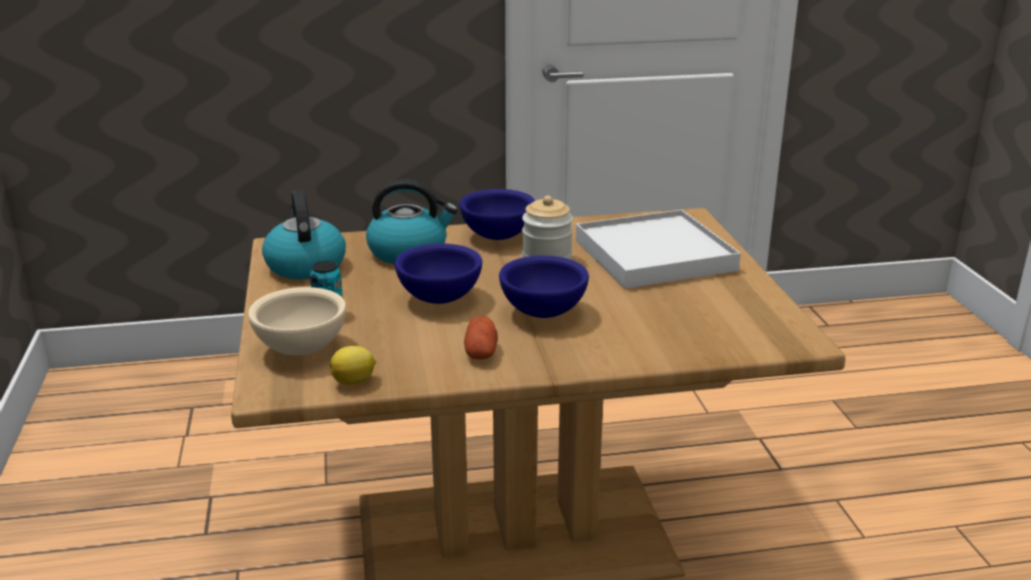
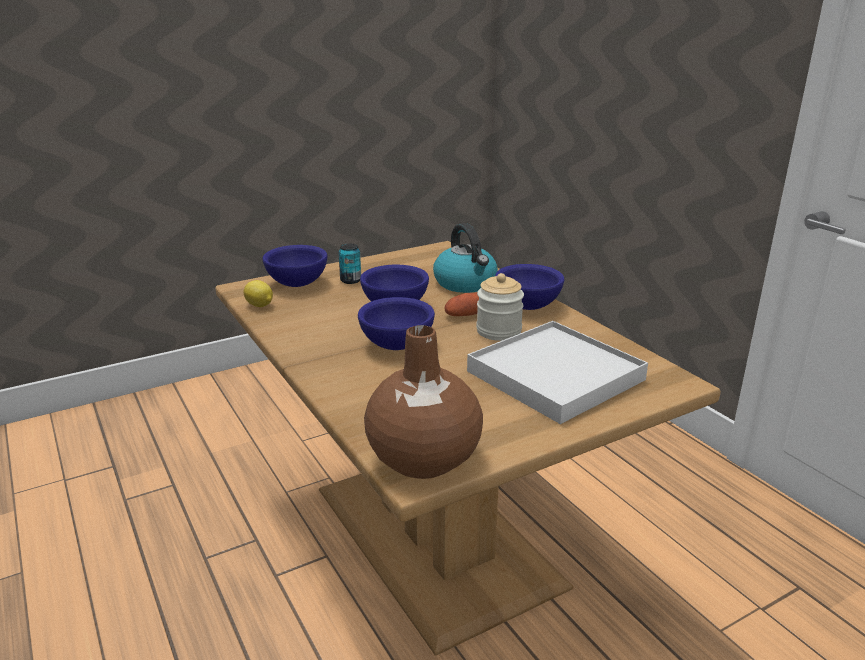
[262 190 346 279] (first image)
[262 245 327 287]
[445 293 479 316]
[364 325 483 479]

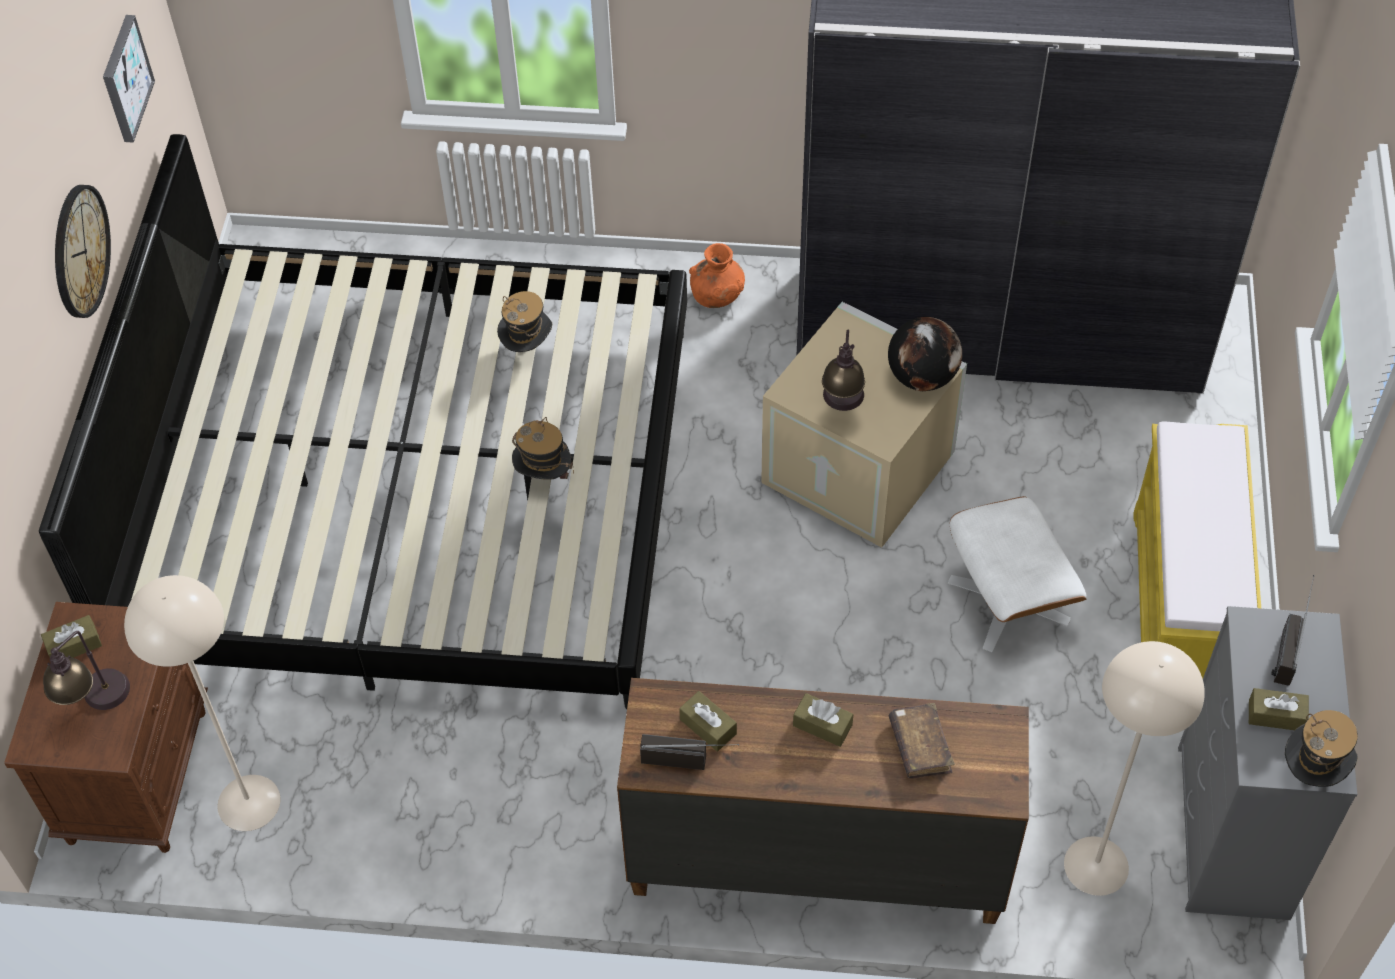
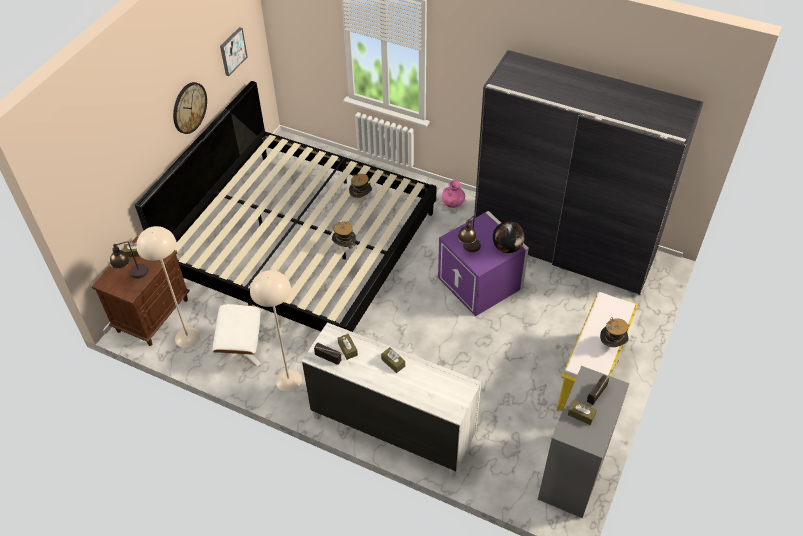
[442 180 465 208]
[438 211 529 317]
[212 304 264 367]
[250 270 302 392]
[302 322 481 477]
[889 703 955 779] (first image)
[600 317 628 347]

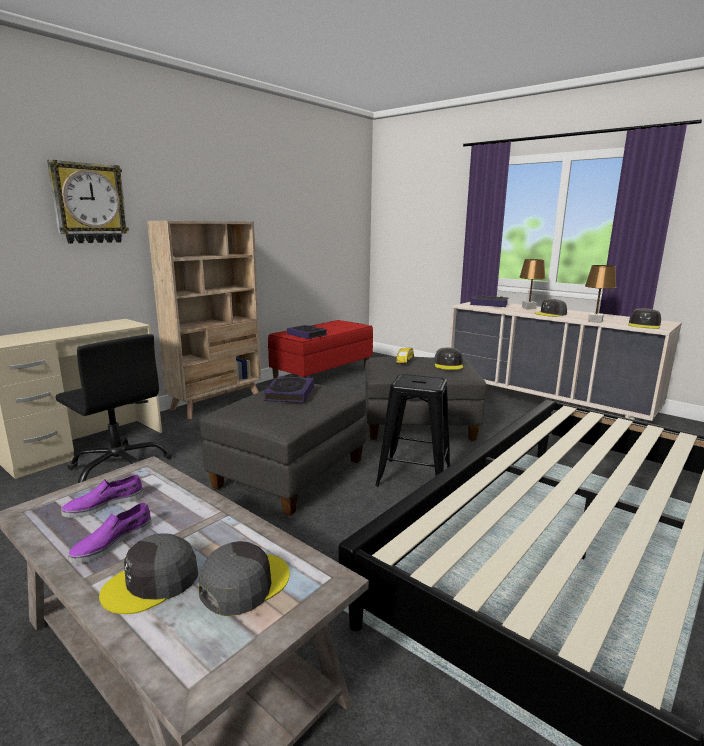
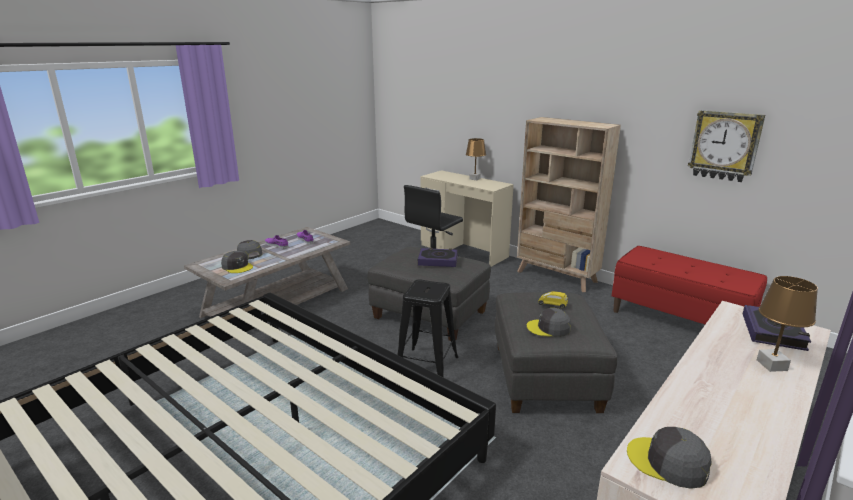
[688 110 765 182]
[466 138 486 180]
[534 299 567 317] (first image)
[287 325 327 339] (first image)

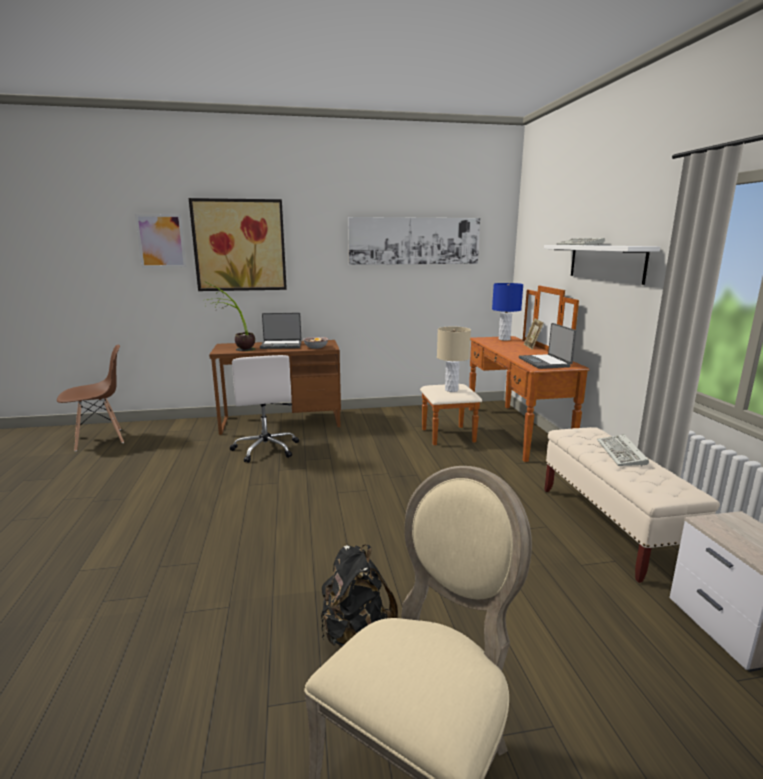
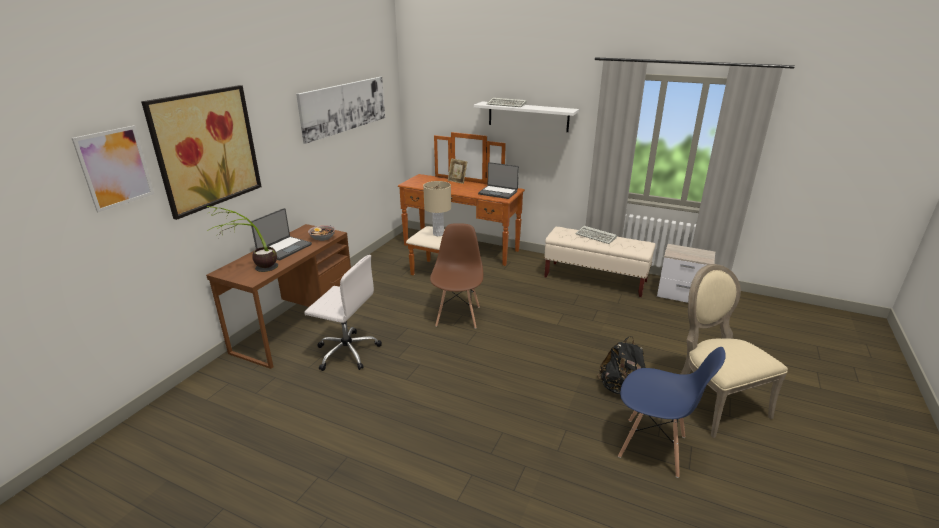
[492 283 523 341] (first image)
[430 223 483 329]
[618 347 726 478]

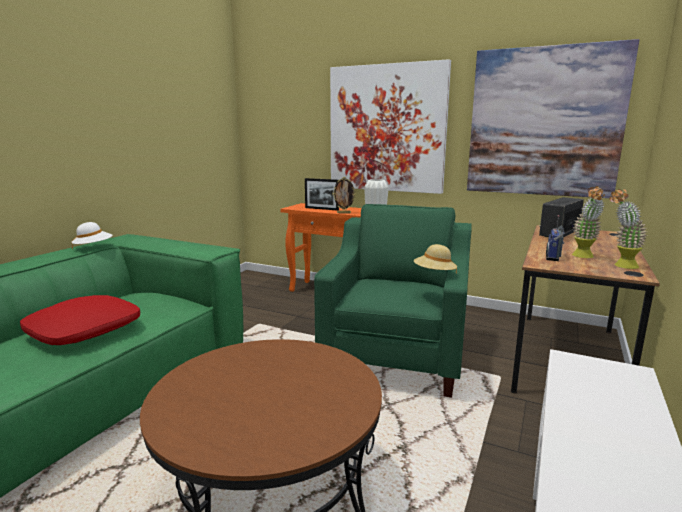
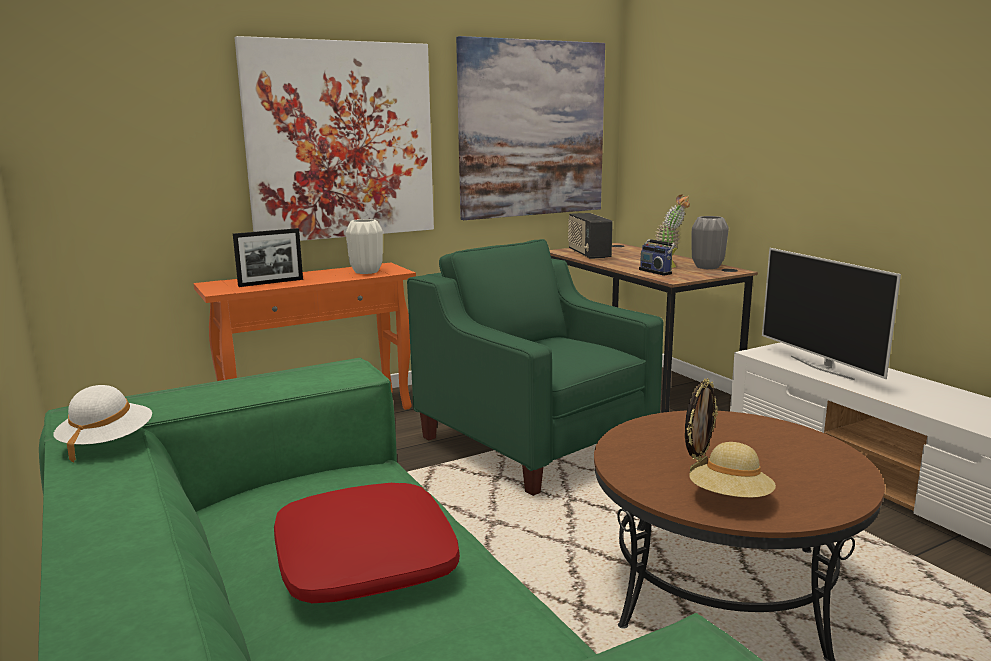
[685 378 718 472]
[691 216 729 269]
[689 442 776 498]
[762 248 901 380]

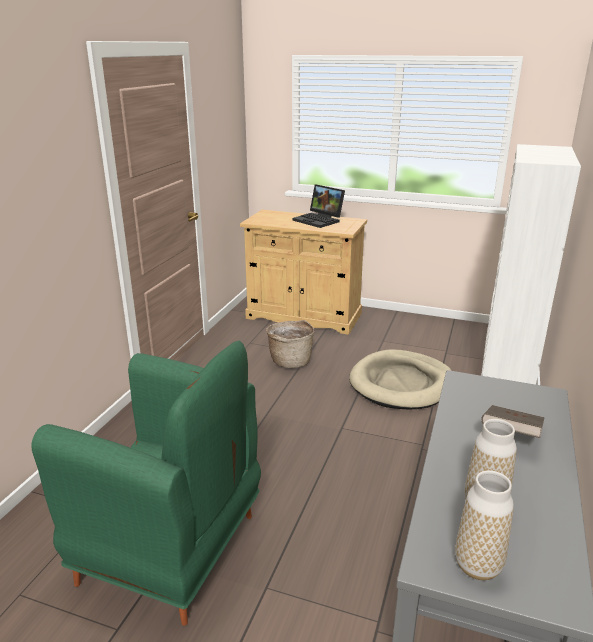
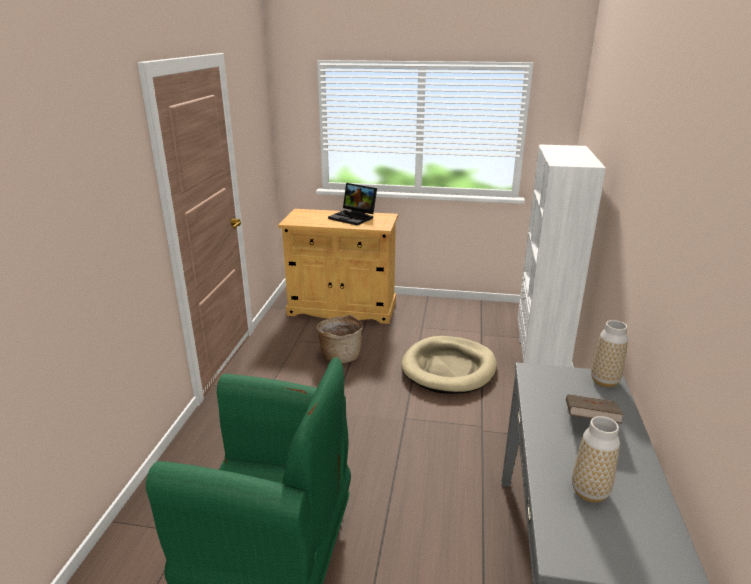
[591 320 628 387]

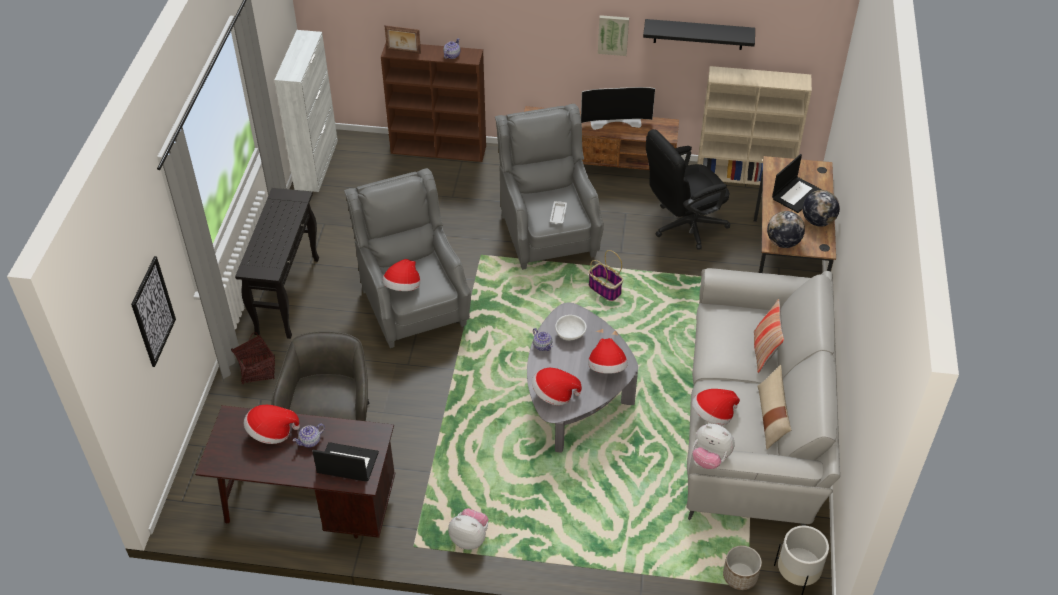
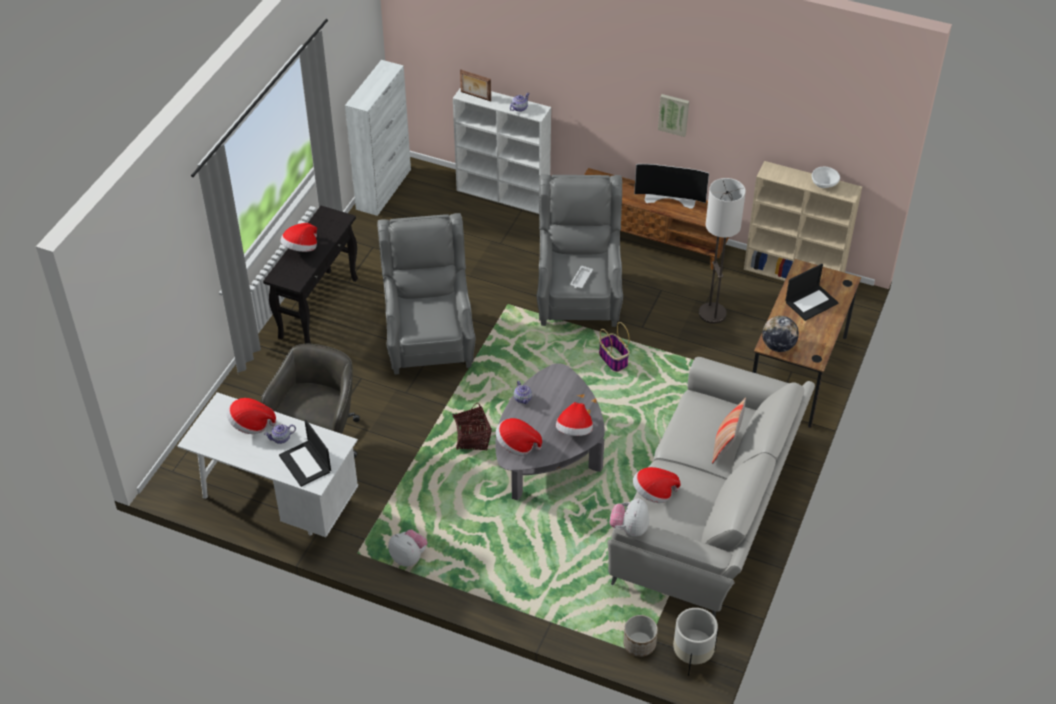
[643 19 755 50] (first image)
[453 87 551 214]
[699 178 746 324]
[803 190 840 226] (first image)
[131 256 176 367] (first image)
[280 223 317 252]
[812 167 840 188]
[453 403 492 451]
[758 365 791 450] (first image)
[177 392 358 537]
[610 498 649 537]
[279 420 331 487]

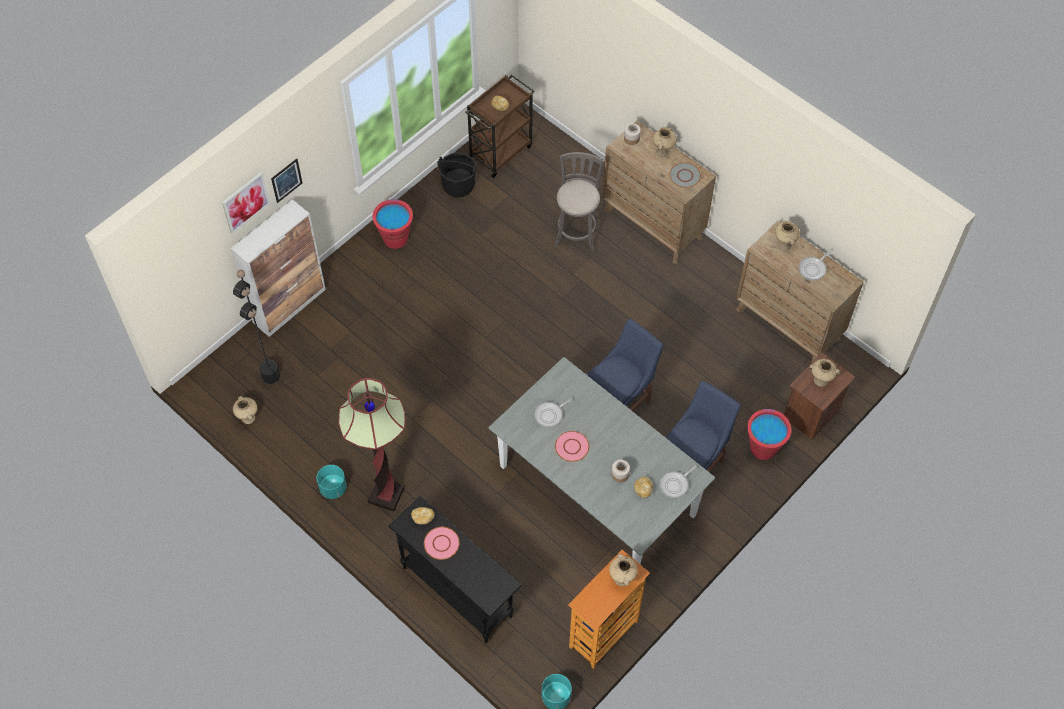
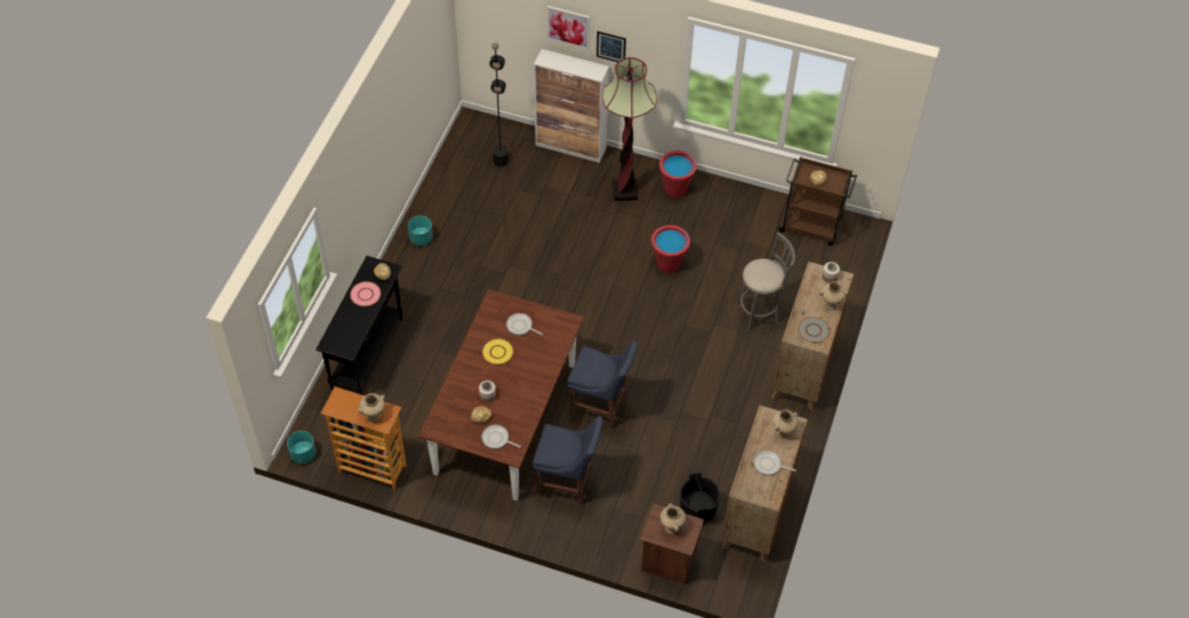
[680 473 720 524]
[418 289 584 501]
[602 57 657 201]
[233 396 257 424] (first image)
[652 225 690 273]
[482 339 514 365]

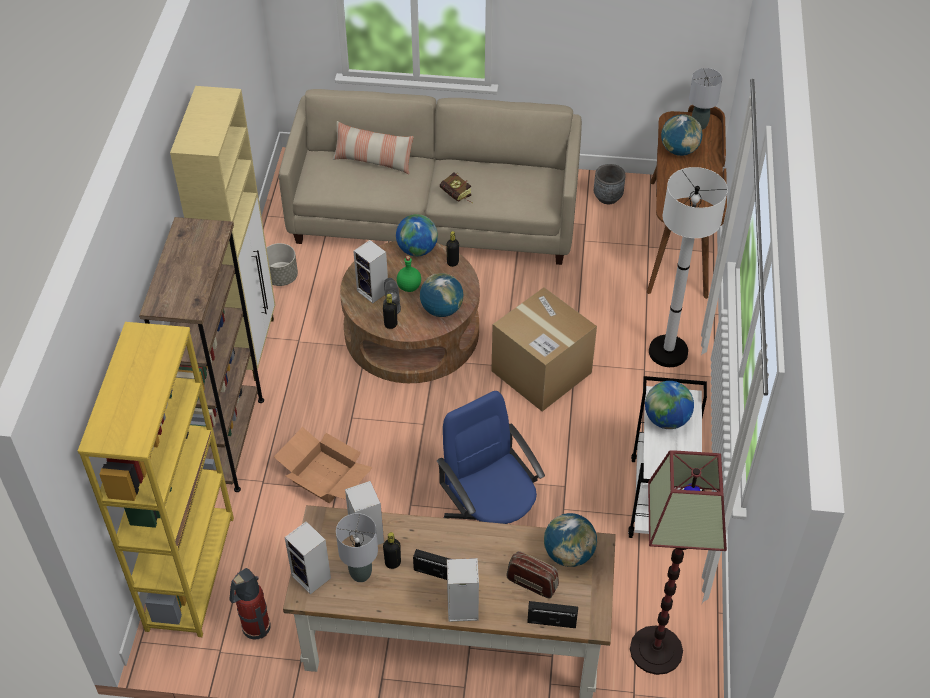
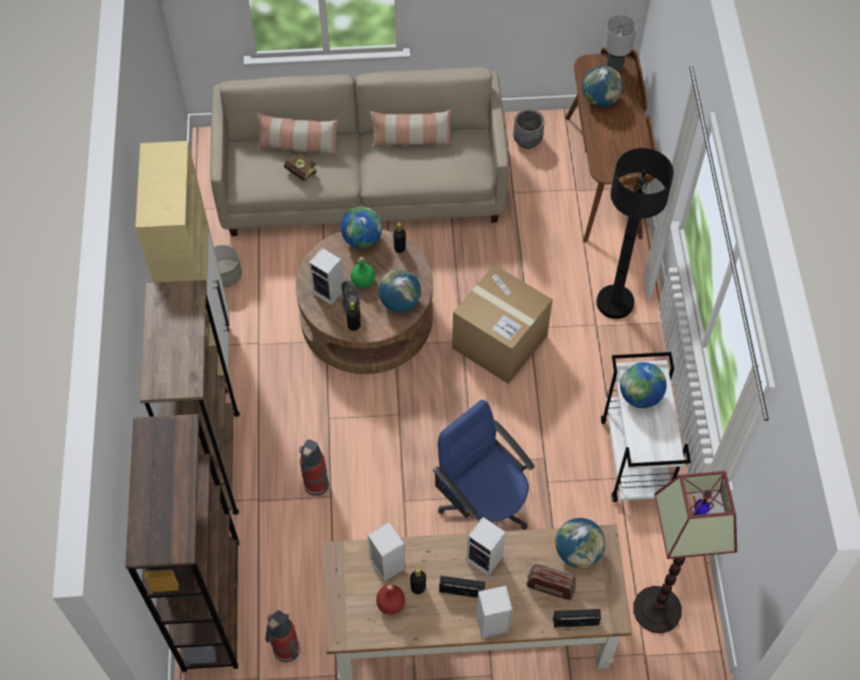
[596 148 674 319]
[284 151 320 181]
[125 414 239 672]
[299 439 329 496]
[376 584 405 615]
[466 517 506 576]
[370 110 453 149]

